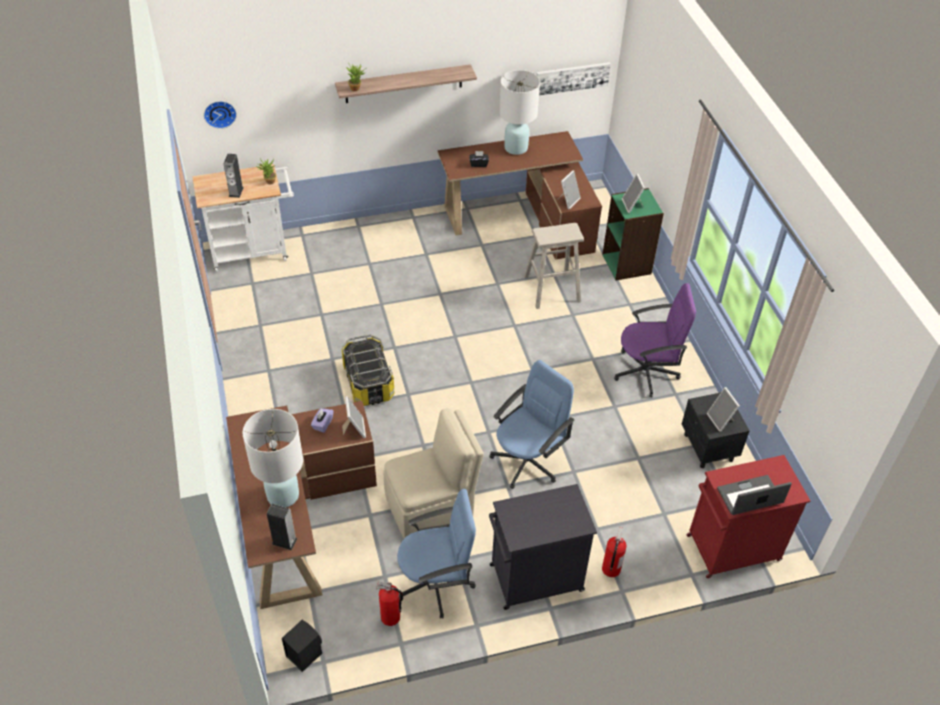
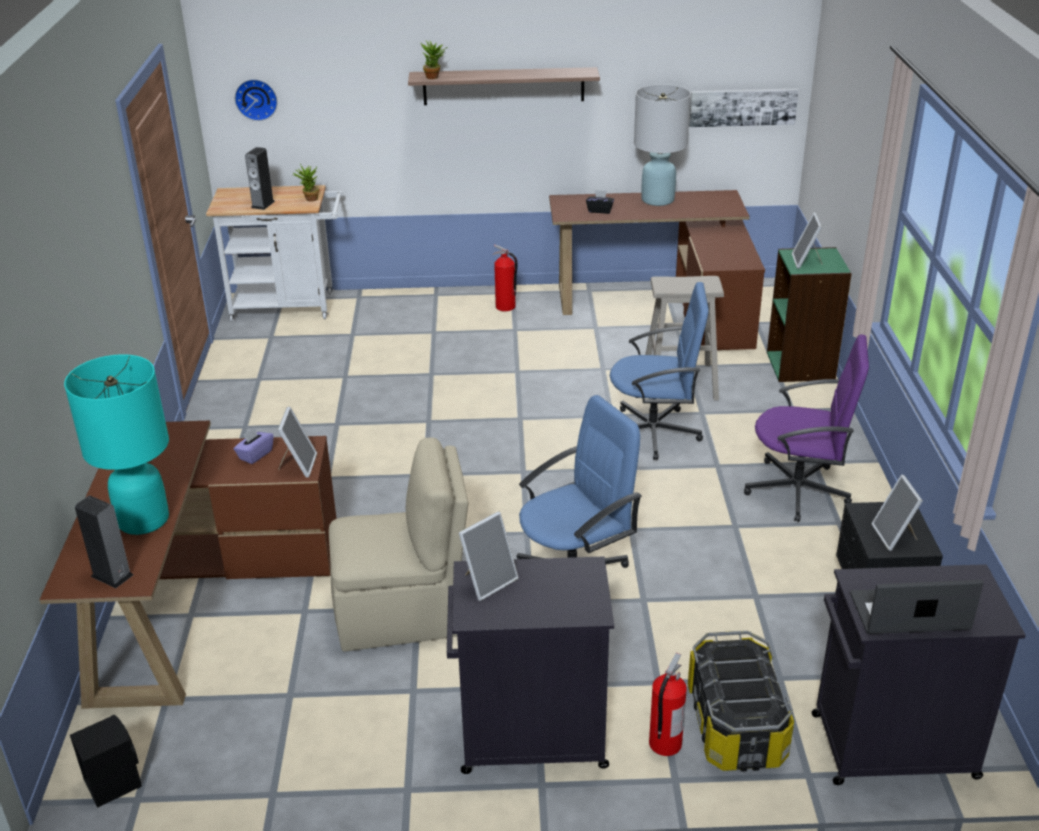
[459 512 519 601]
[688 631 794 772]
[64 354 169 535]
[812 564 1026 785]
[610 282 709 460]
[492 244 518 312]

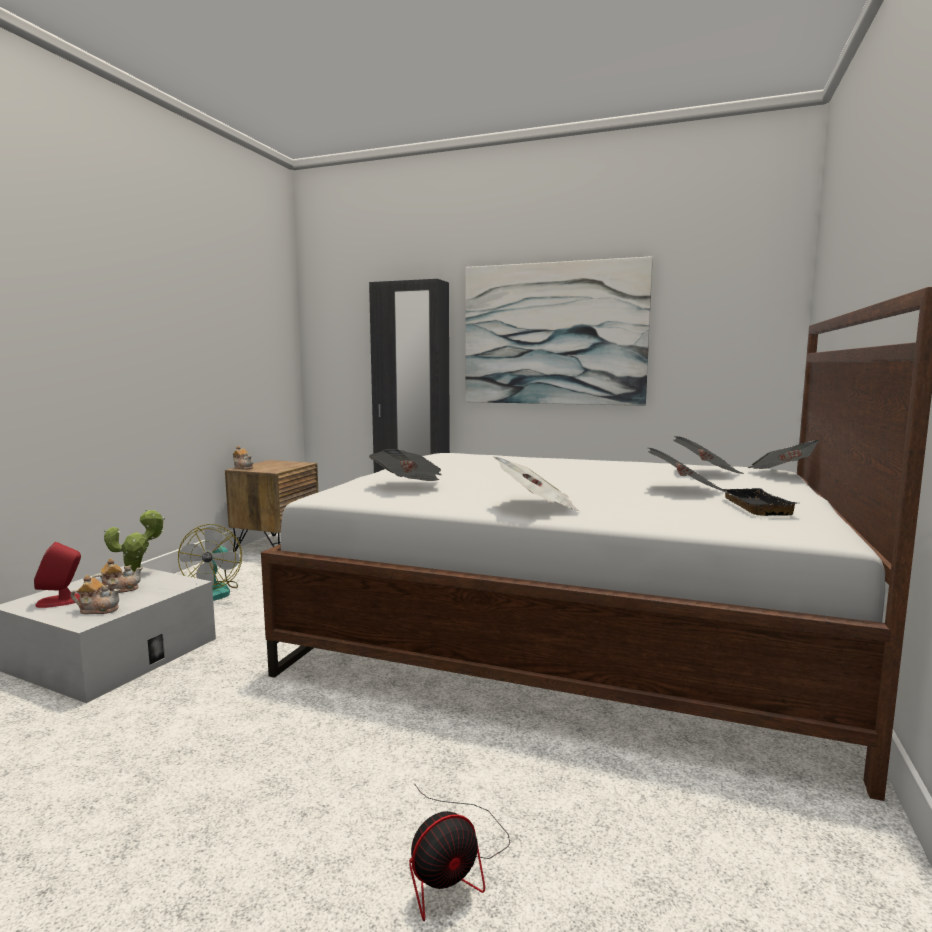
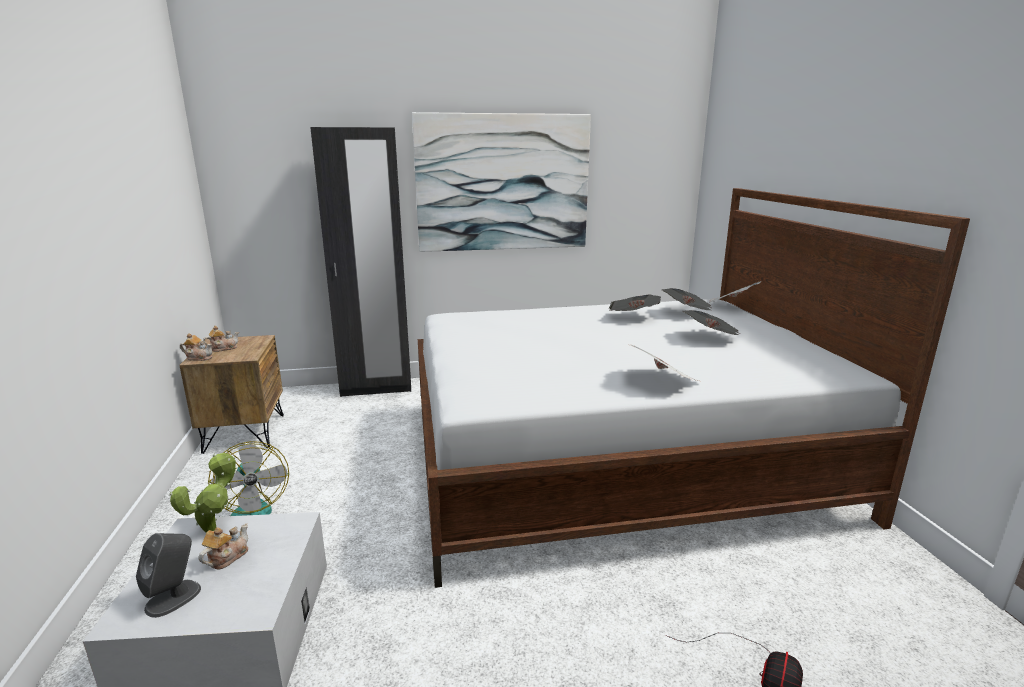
[609 295 661 311]
[719 488 796 516] (first image)
[136 533 201 618]
[203 325 239 352]

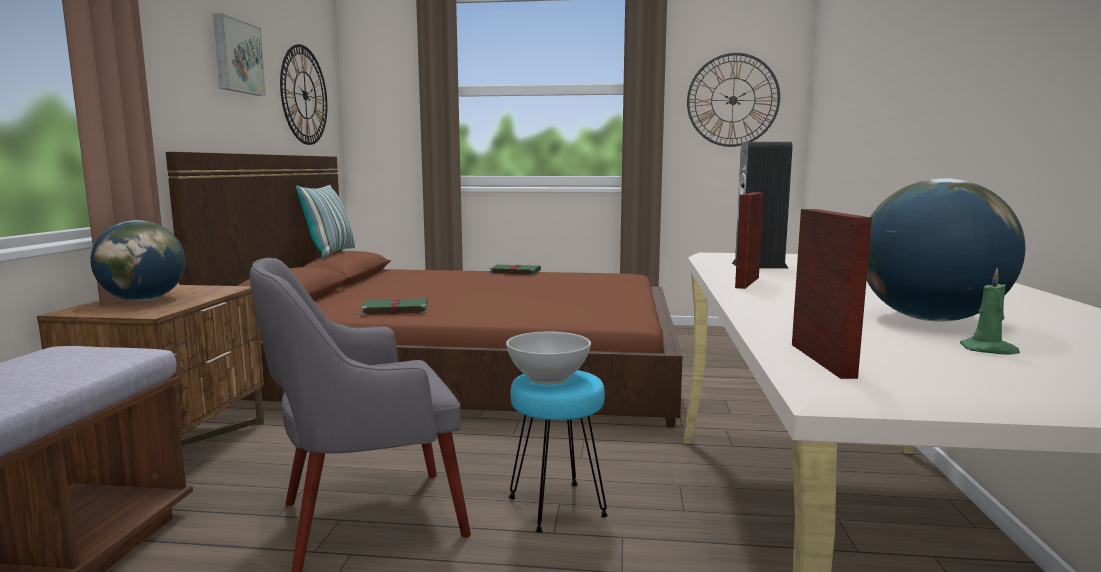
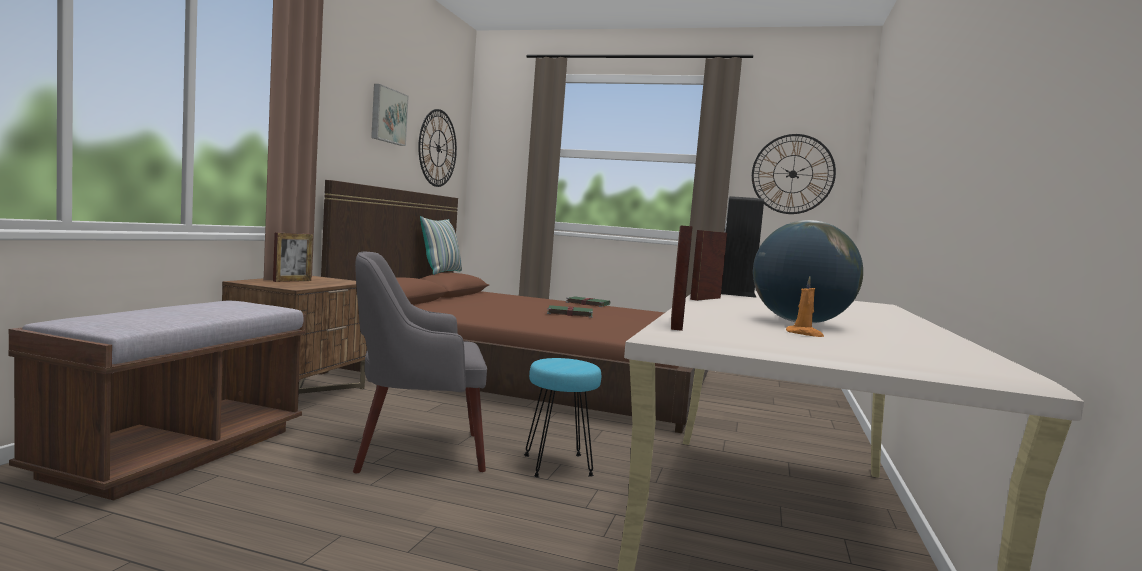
[273 233 313 282]
[786 277 824 337]
[544 305 593 318]
[506 332 591 385] (first image)

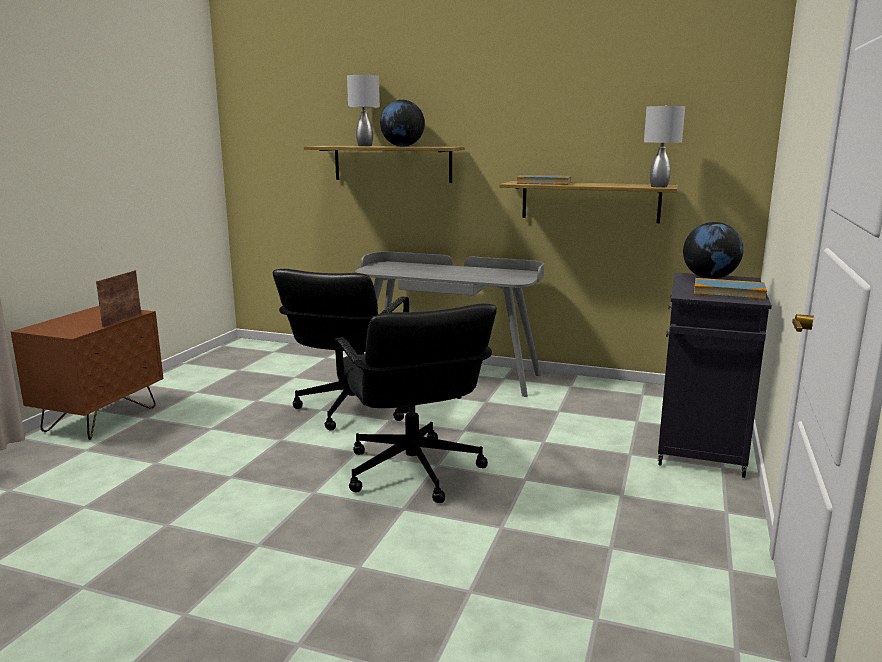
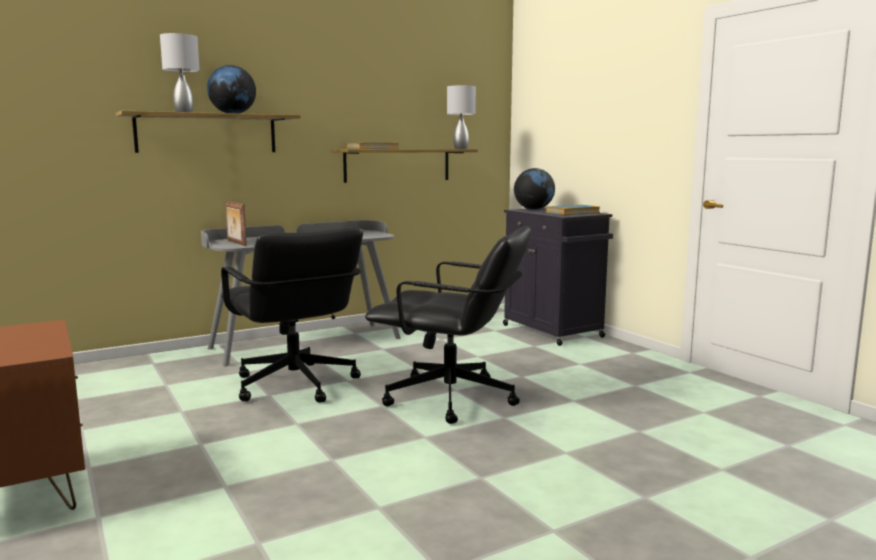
[225 201 247 246]

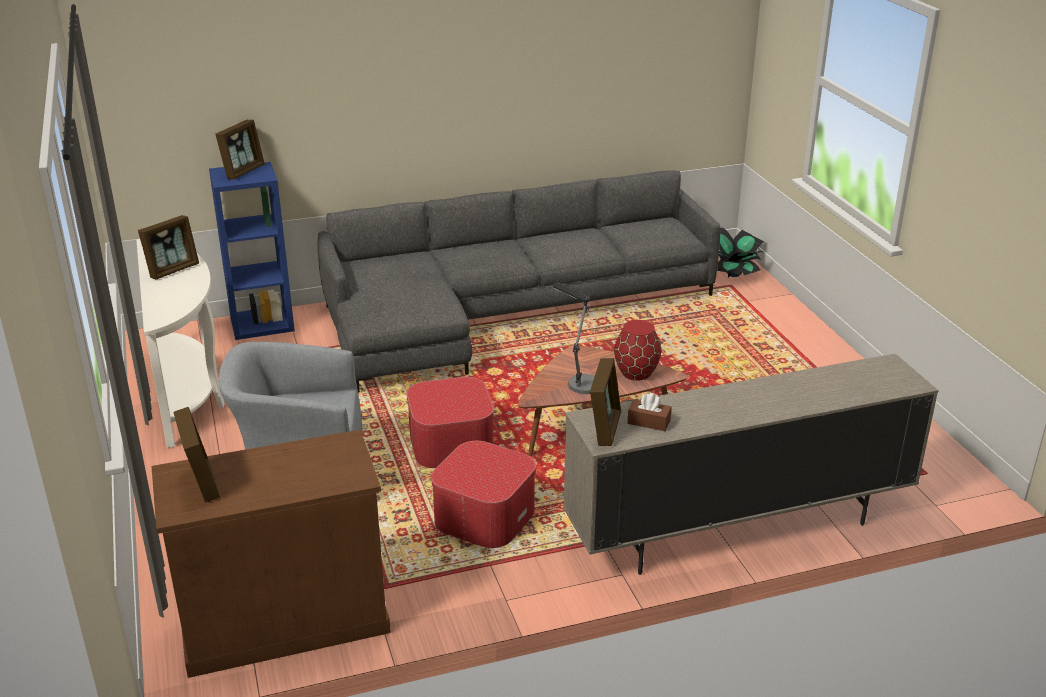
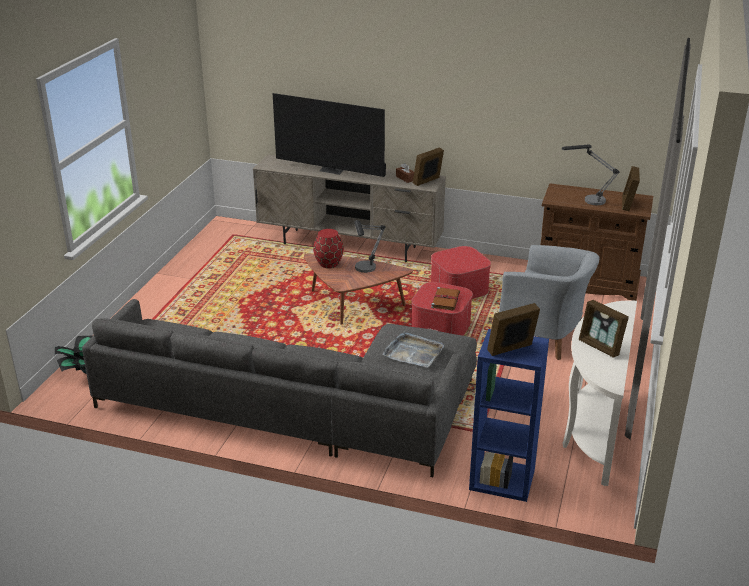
[579 300 629 358]
[273 93 386 177]
[562 145 620 205]
[431 287 460 310]
[382 332 445 367]

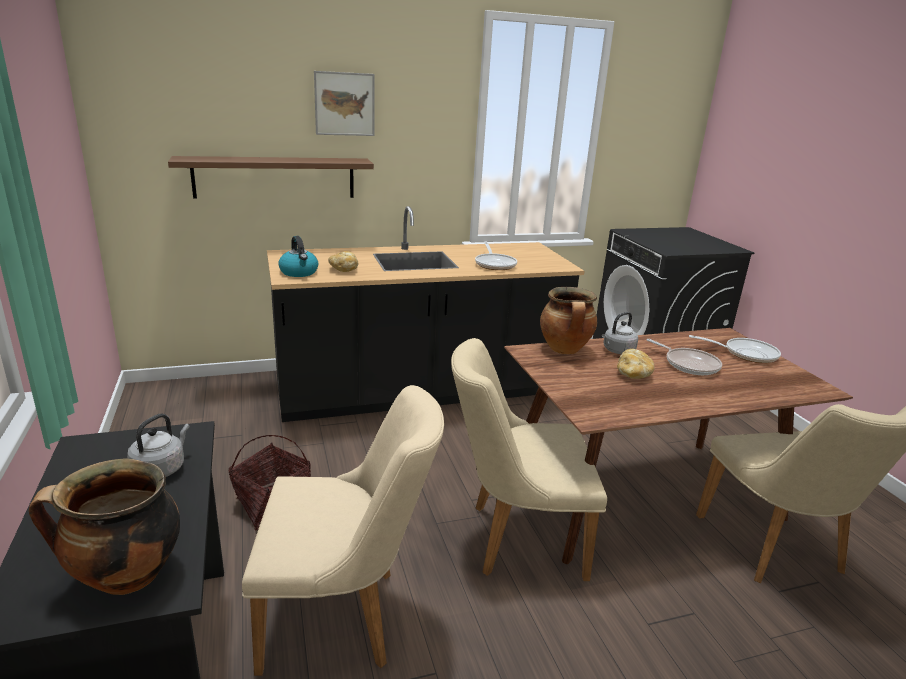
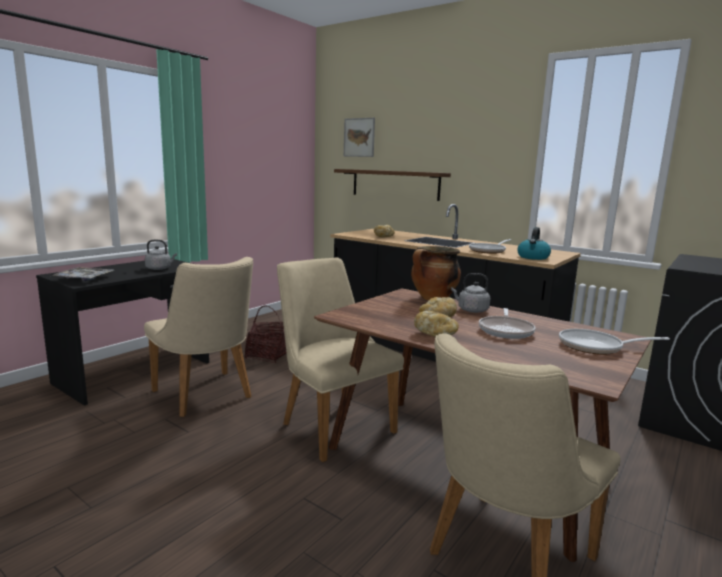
[344 118 375 157]
[517 227 551 260]
[559 329 670 355]
[52 267 114 281]
[414 311 459 337]

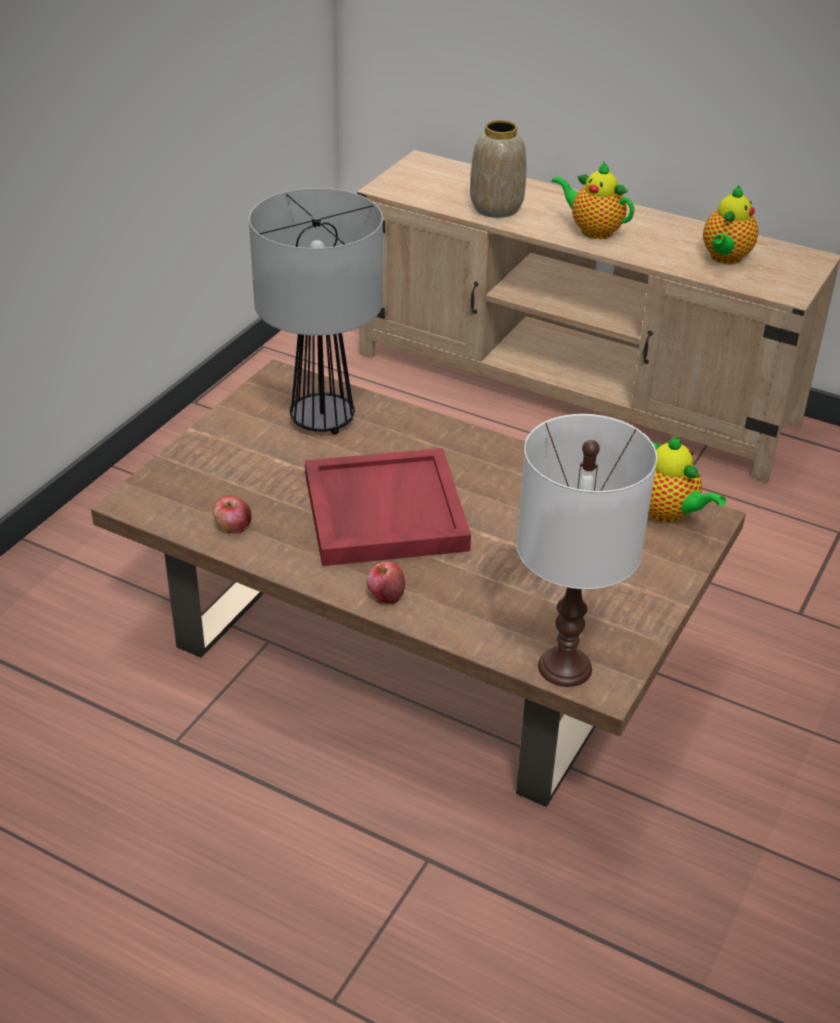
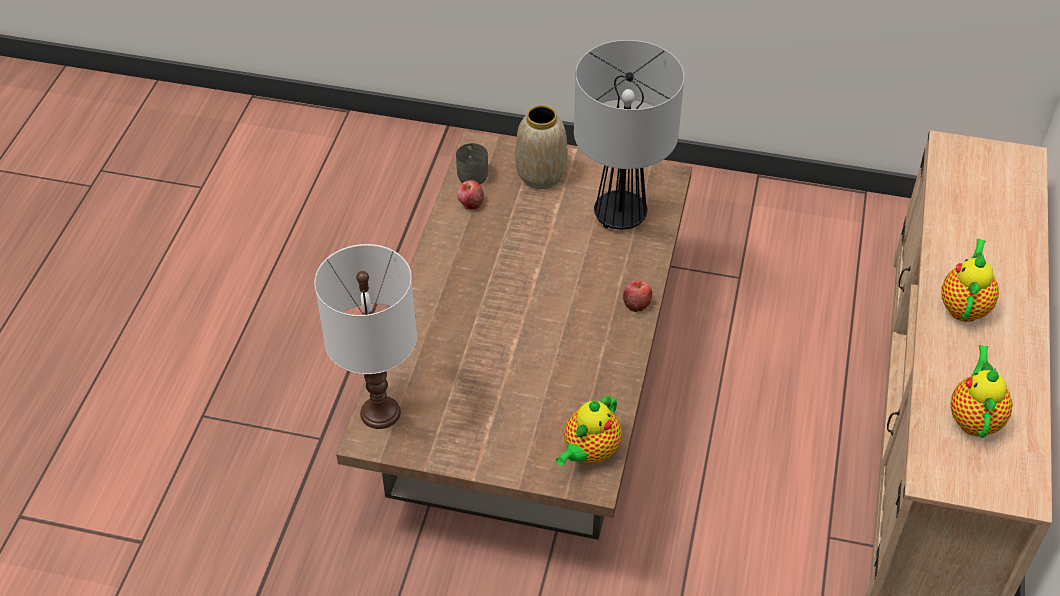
[515 105 567 189]
[950 345 1012 438]
[305 448 471 566] (first image)
[623 281 652 312]
[456 143 488 184]

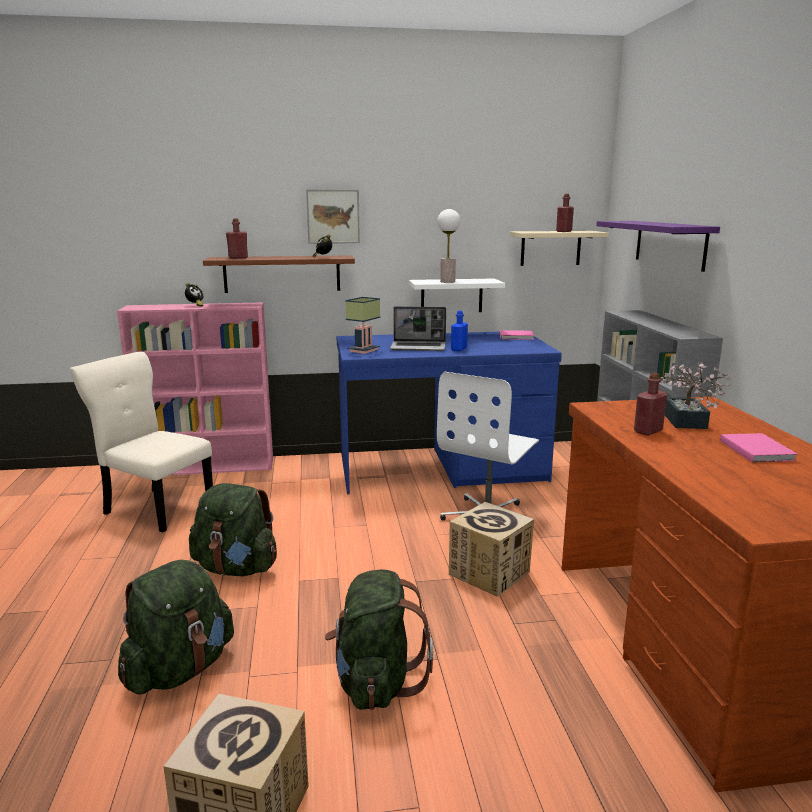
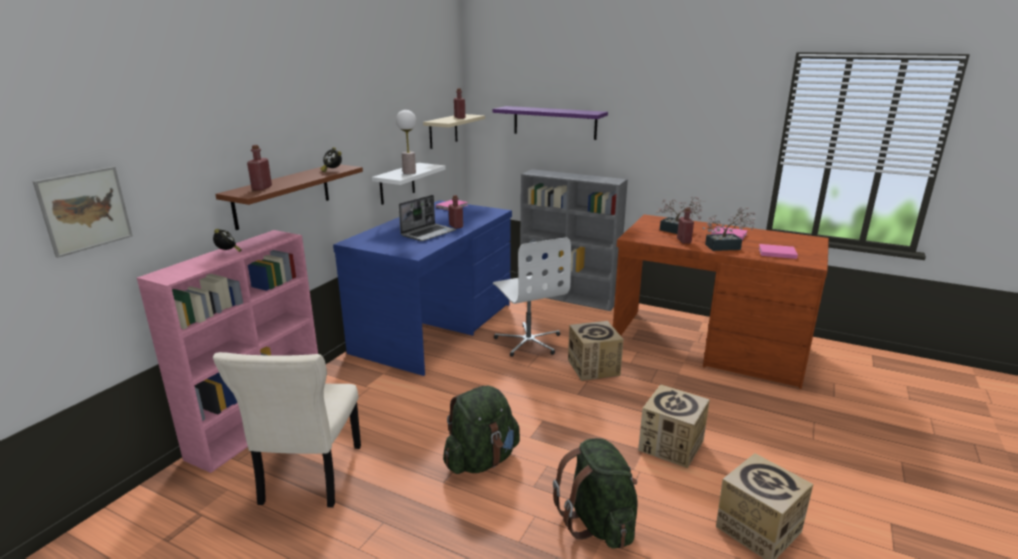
[32 166 133 258]
[345 297 380 354] (first image)
[448 195 463 229]
[213 352 361 508]
[638 384 710 468]
[703 207 756 251]
[758 244 798 259]

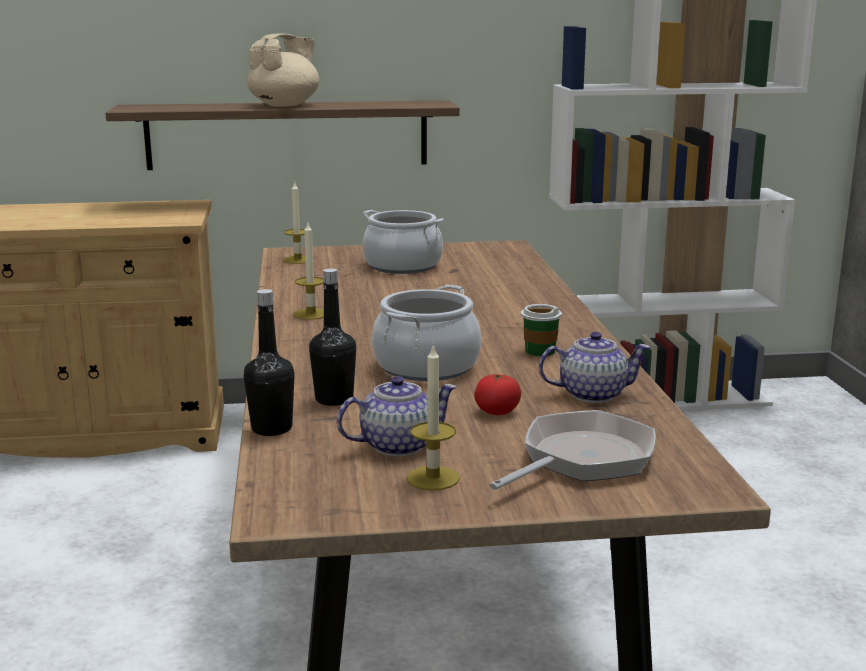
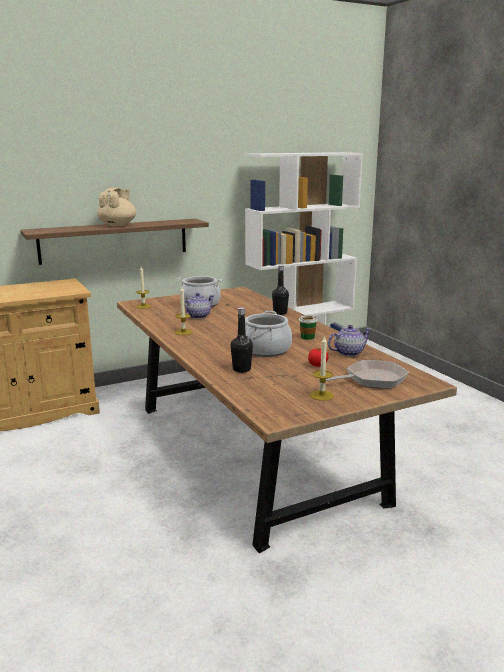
[272 265 289 315]
[184 293 215 319]
[319 360 409 389]

